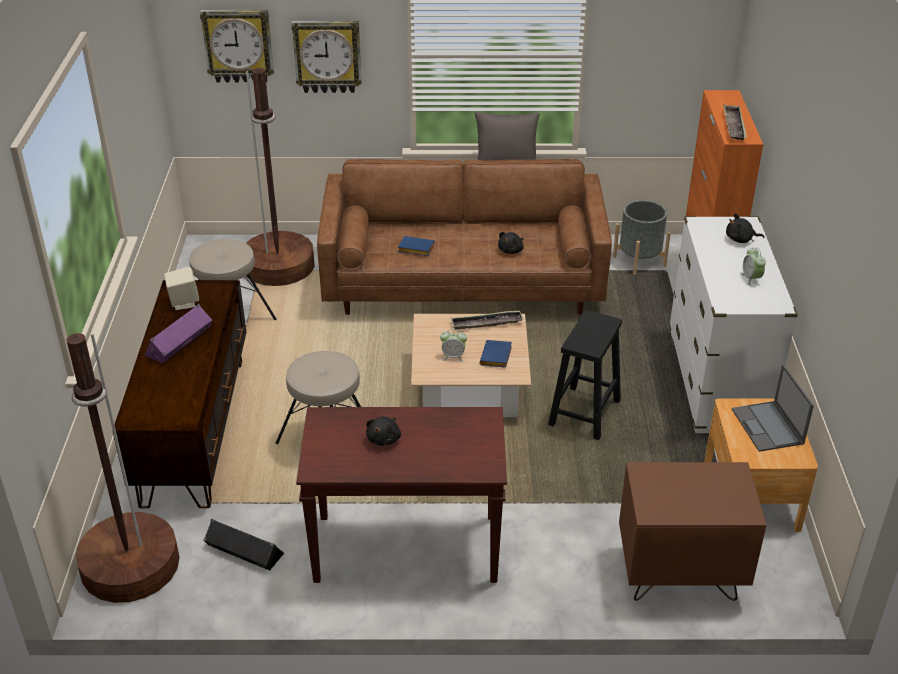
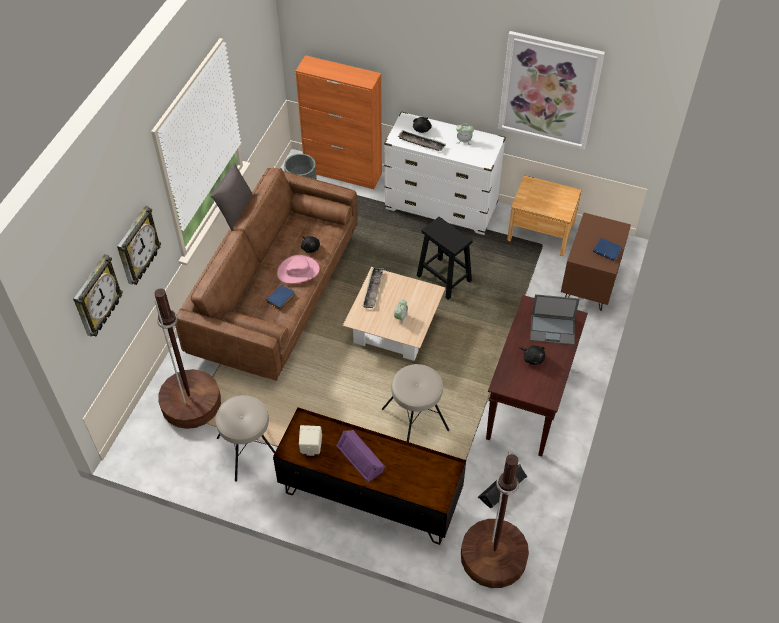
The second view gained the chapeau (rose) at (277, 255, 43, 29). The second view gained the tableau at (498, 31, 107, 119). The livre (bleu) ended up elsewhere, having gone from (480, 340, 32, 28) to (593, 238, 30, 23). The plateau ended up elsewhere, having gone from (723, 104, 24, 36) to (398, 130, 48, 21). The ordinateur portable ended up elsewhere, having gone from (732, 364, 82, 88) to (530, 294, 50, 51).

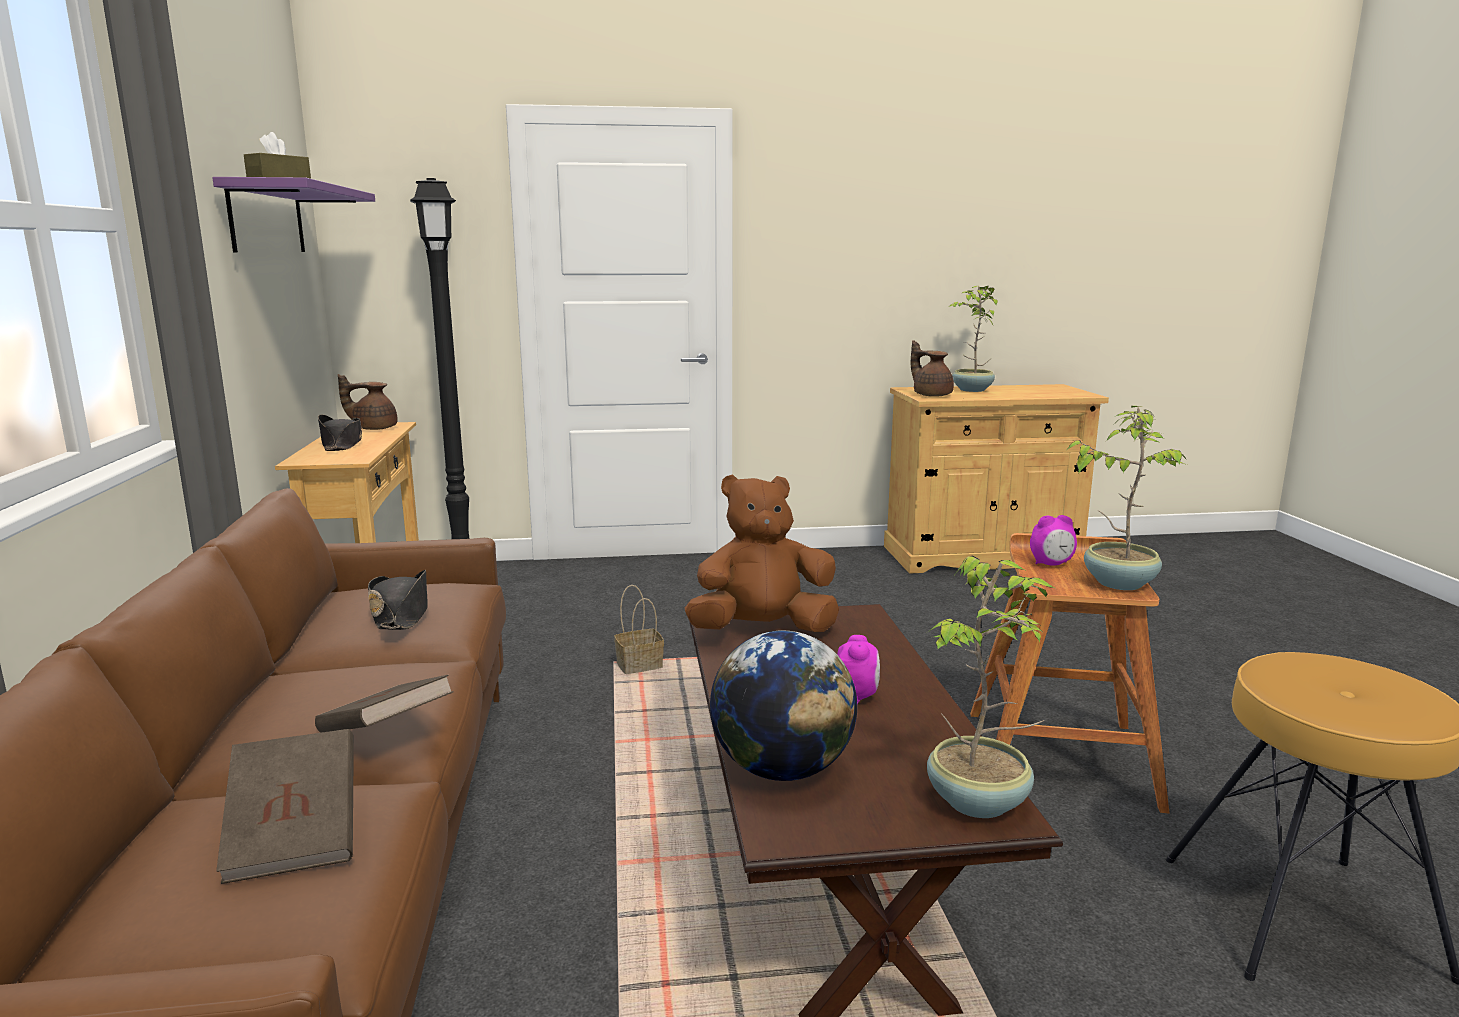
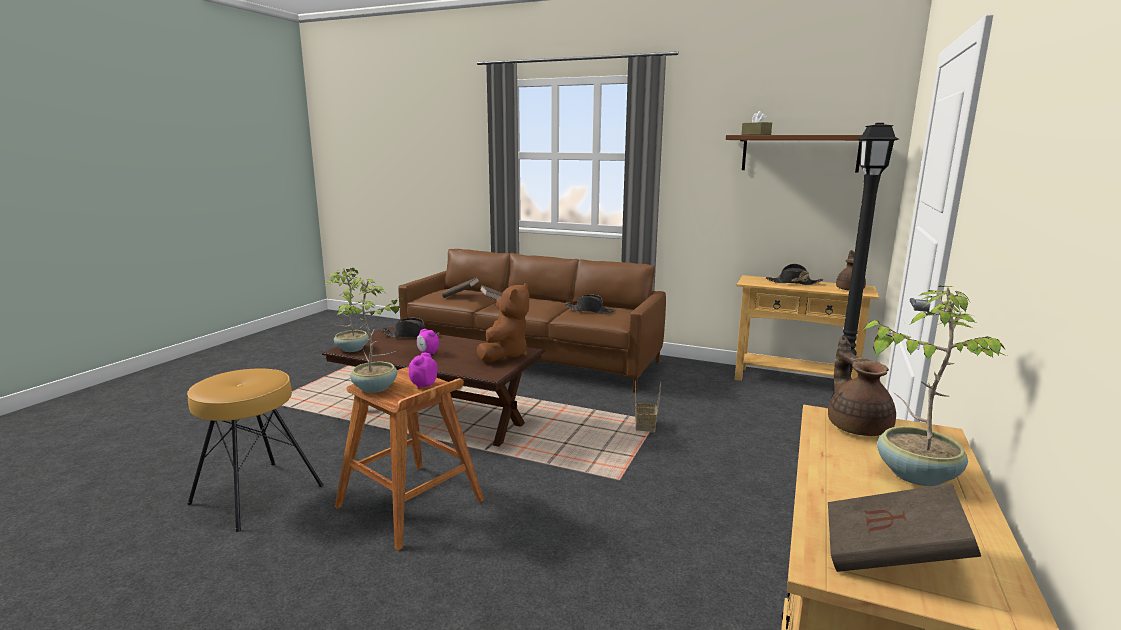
The second view gained the livre (marron) at (828, 483, 153, 89). Where the globe stood at (710, 631, 147, 150), the chapeau (noir) came to stand at (381, 318, 58, 20). What was the étagère (violet) at (212, 177, 163, 75) turned into the étagère (marron) at (726, 135, 136, 37). The théière (marron) at (911, 340, 43, 57) ended up facing another way, 90 degrees counterclockwise from before.

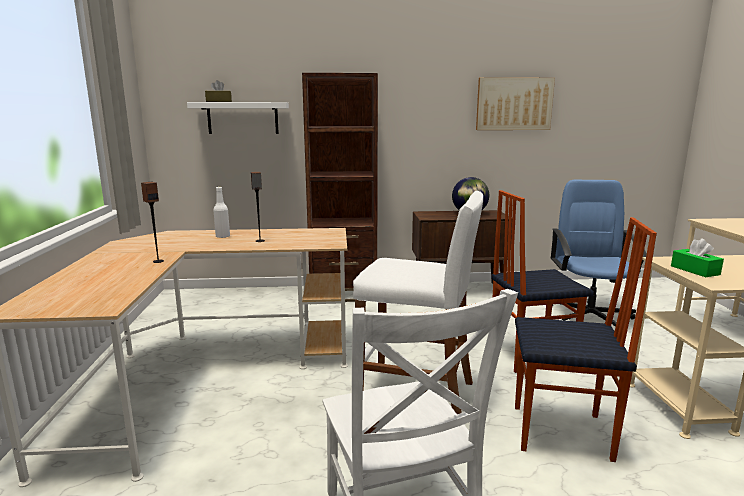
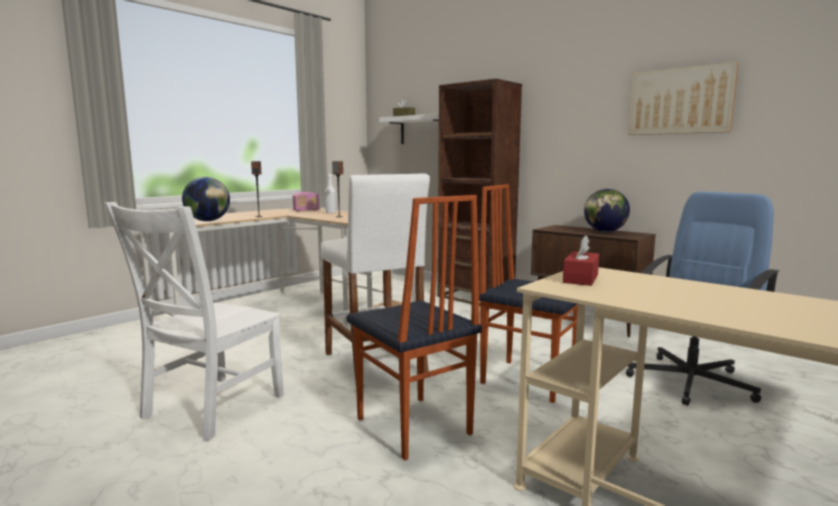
The second view gained the globe at (182, 177, 48, 44). The second view gained the radio at (293, 192, 27, 20). What was the boîte à mouchoirs (vert) at (671, 238, 53, 39) turned into the boîte à mouchoirs (rouge) at (563, 235, 36, 51).

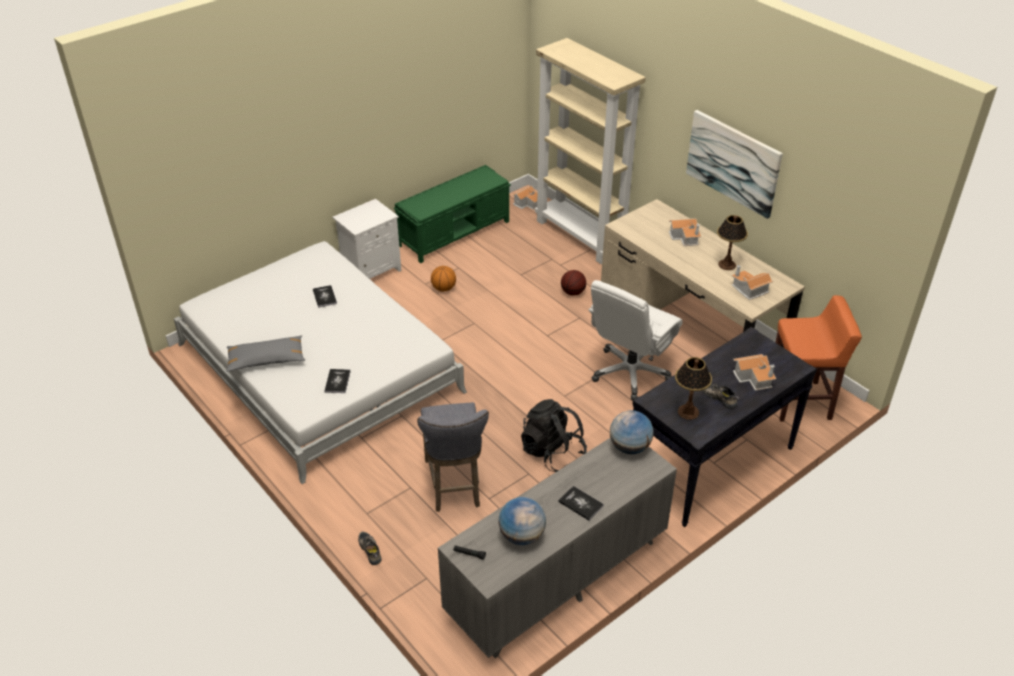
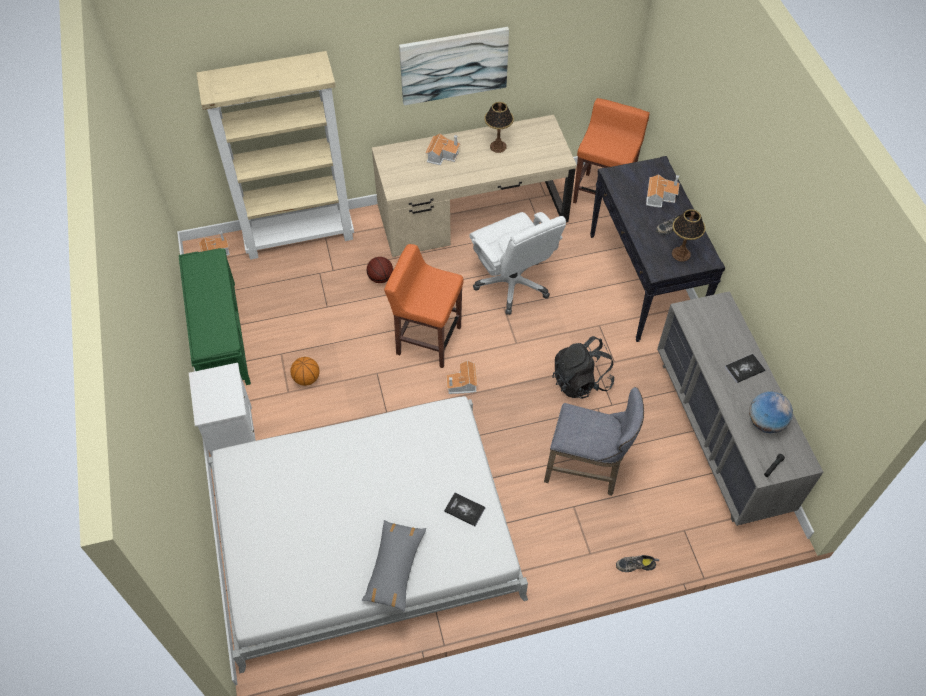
The second view lost the livre at (313, 285, 24, 23). The second view lost the globe at (610, 410, 43, 44). The second view gained the tabouret (orange) at (384, 244, 80, 124). The maison miniature ended up elsewhere, having gone from (731, 265, 42, 35) to (446, 360, 32, 34).

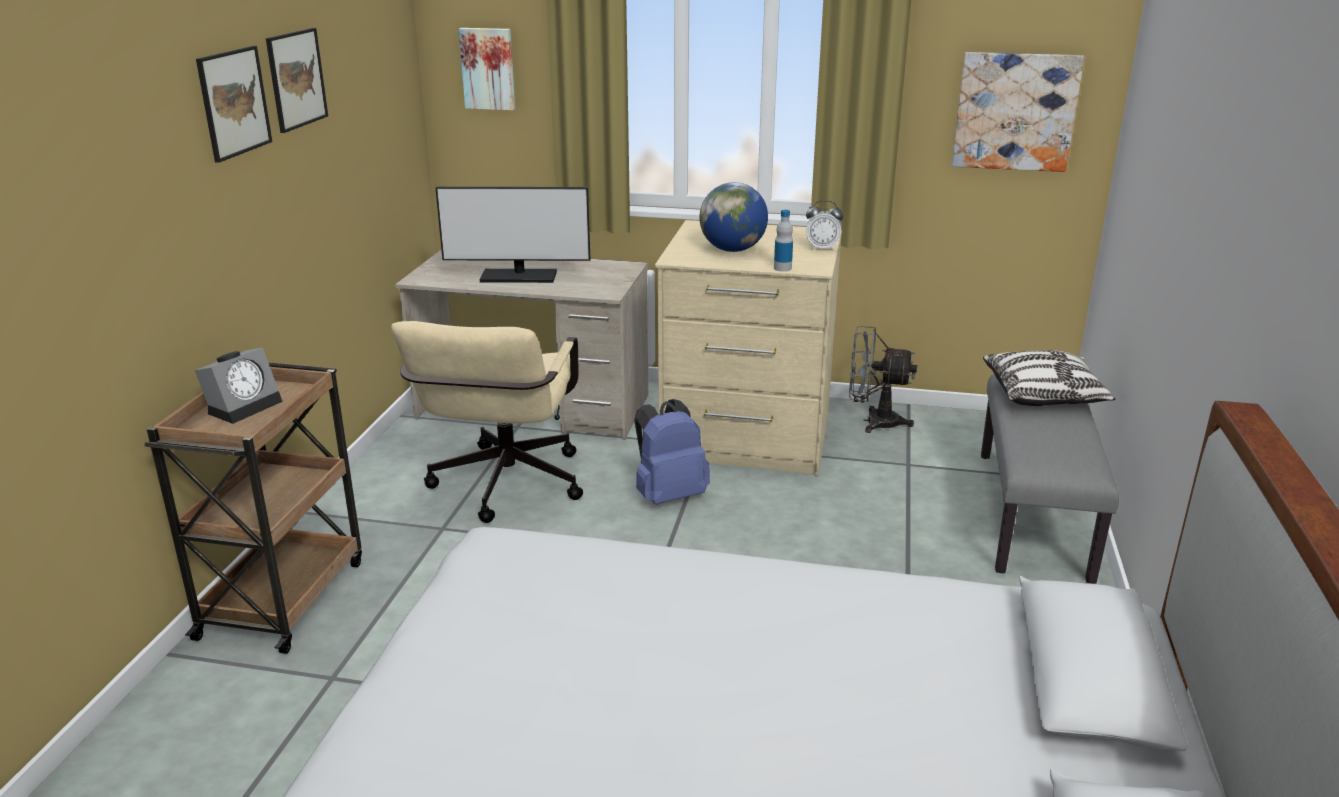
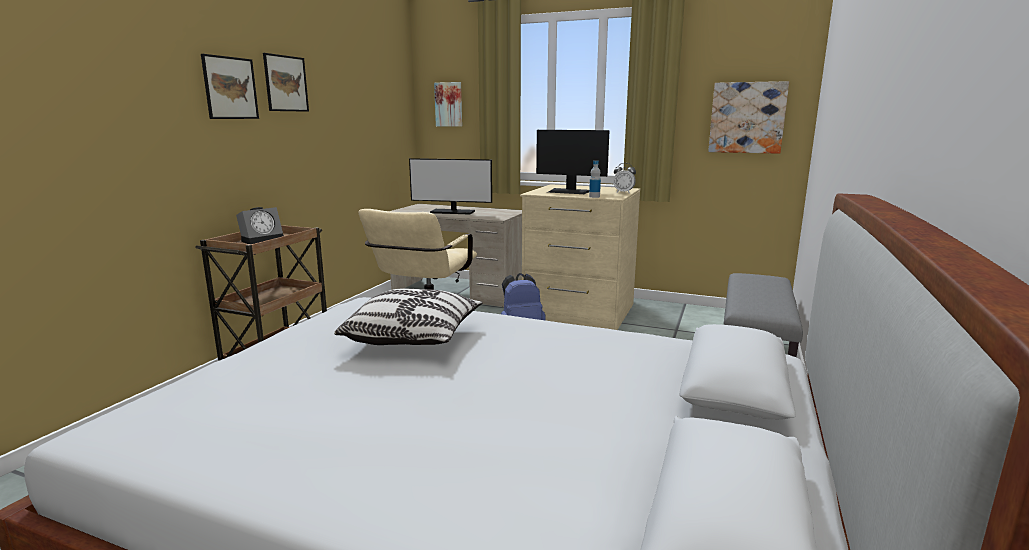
The second view lost the ventilateur (gris) at (849, 326, 68, 107). The tableau ended up elsewhere, having gone from (266, 28, 62, 105) to (201, 54, 58, 65). The coussin ended up elsewhere, having gone from (983, 350, 132, 56) to (334, 289, 148, 56). Where the globe stood at (699, 182, 69, 70), the écran d'ordinateur came to stand at (536, 130, 74, 64).

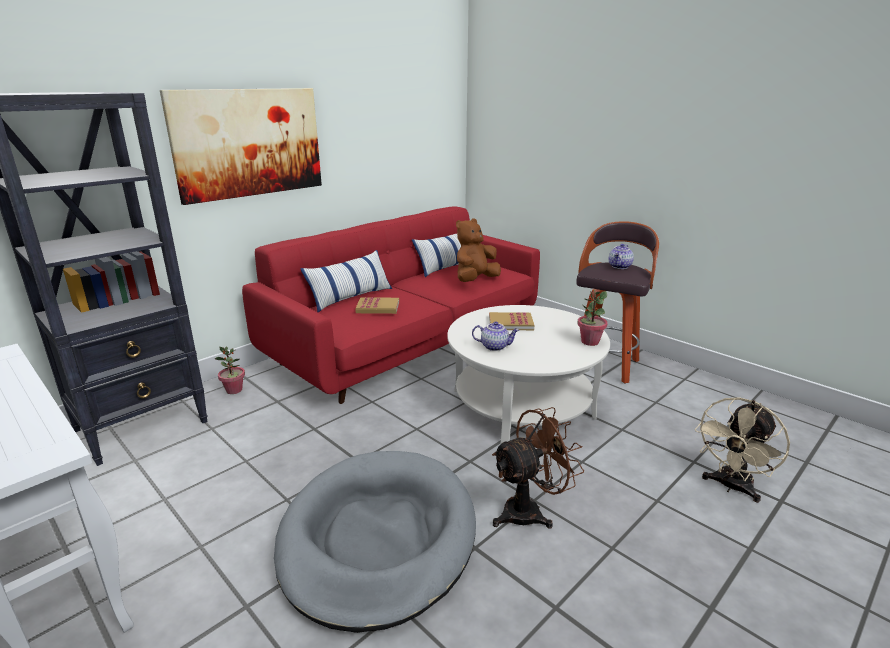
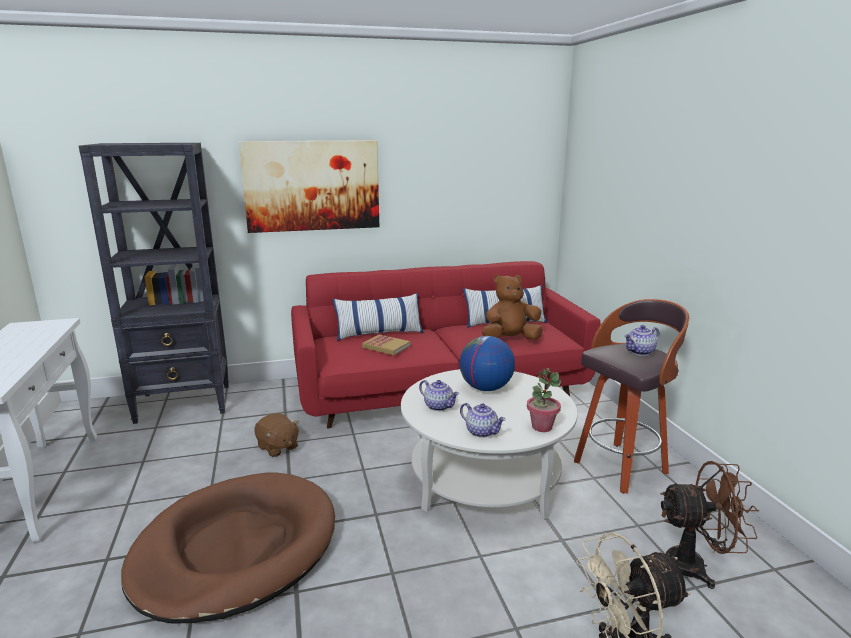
The second view lost the plante en pot at (215, 346, 30, 48). The second view gained the peluche (marron) at (254, 413, 46, 44). The second view gained the théière at (460, 403, 46, 35). The ventilateur (marron) ended up elsewhere, having gone from (492, 407, 92, 122) to (660, 461, 99, 128). Where the livre stood at (489, 312, 45, 18), the globe came to stand at (459, 336, 56, 55). What was the panier pour chien (gris) at (274, 451, 202, 182) turned into the panier pour chien (marron) at (121, 472, 214, 152).

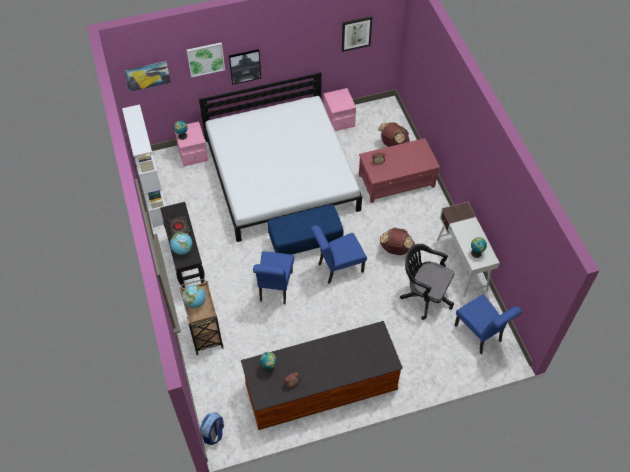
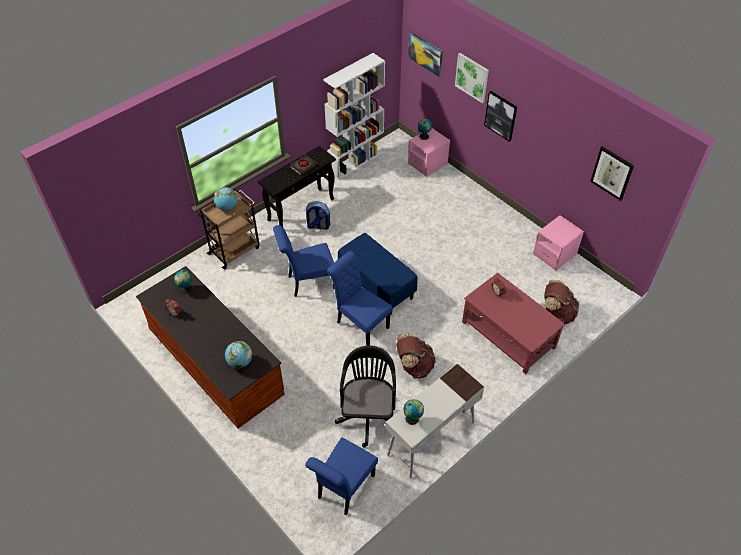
The second view lost the lit (blanc) at (199, 72, 163, 170). The globe ended up elsewhere, having gone from (170, 232, 23, 23) to (225, 341, 27, 28). The sac à dos ended up elsewhere, having gone from (200, 412, 24, 33) to (305, 201, 25, 29).

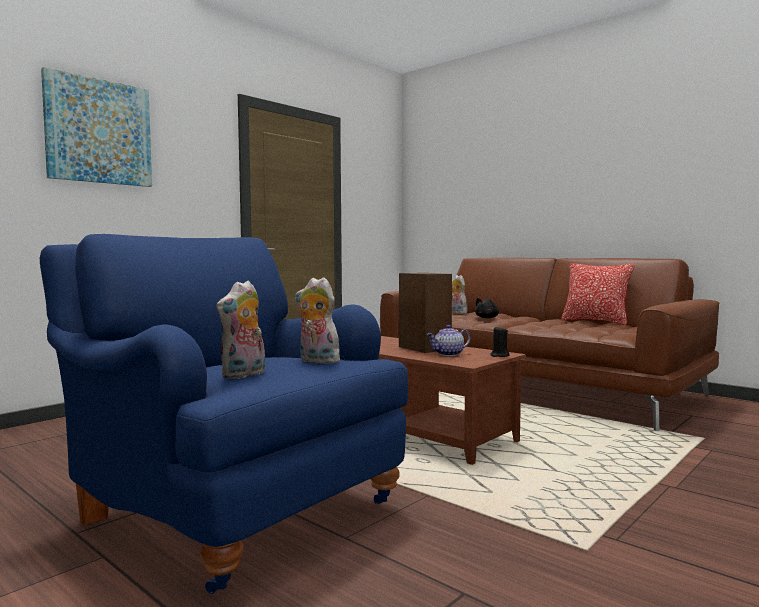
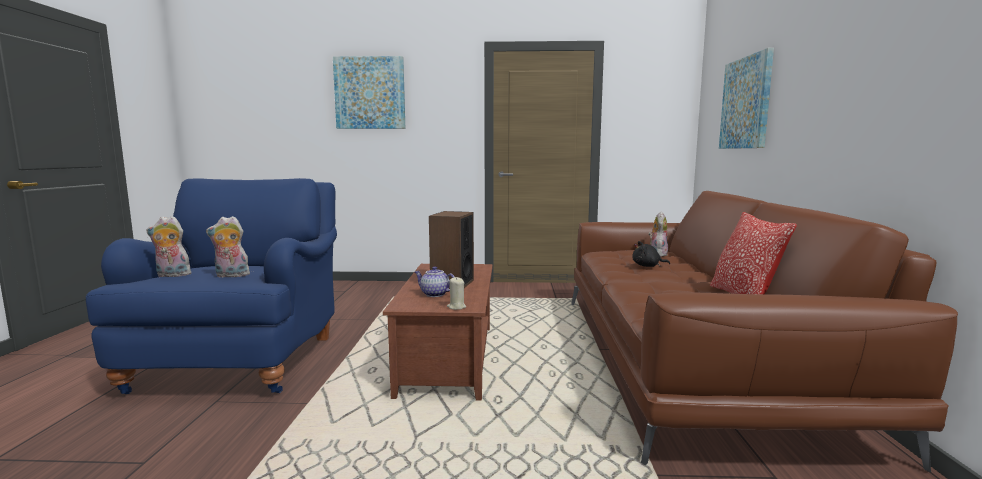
The second view gained the tableau at (719, 48, 55, 101). What was the bougie (noir) at (490, 326, 19, 31) turned into the bougie (beige) at (447, 277, 19, 33). The peluche at (295, 277, 47, 87) ended up facing another way, 90 degrees counterclockwise from before.

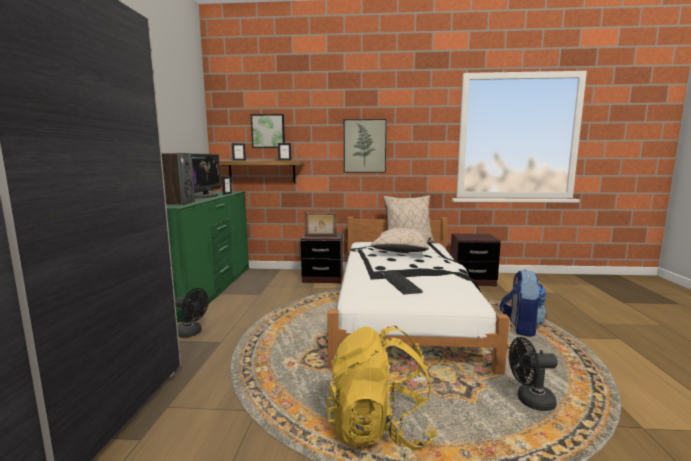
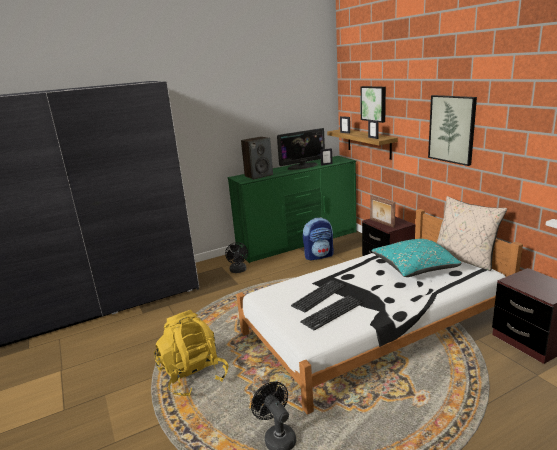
The second view gained the clavier at (300, 295, 62, 36). The sac à dos ended up elsewhere, having gone from (500, 269, 47, 68) to (303, 217, 31, 44). What was the coussin (beige) at (370, 228, 61, 25) turned into the coussin (turquoise) at (372, 239, 89, 38).

